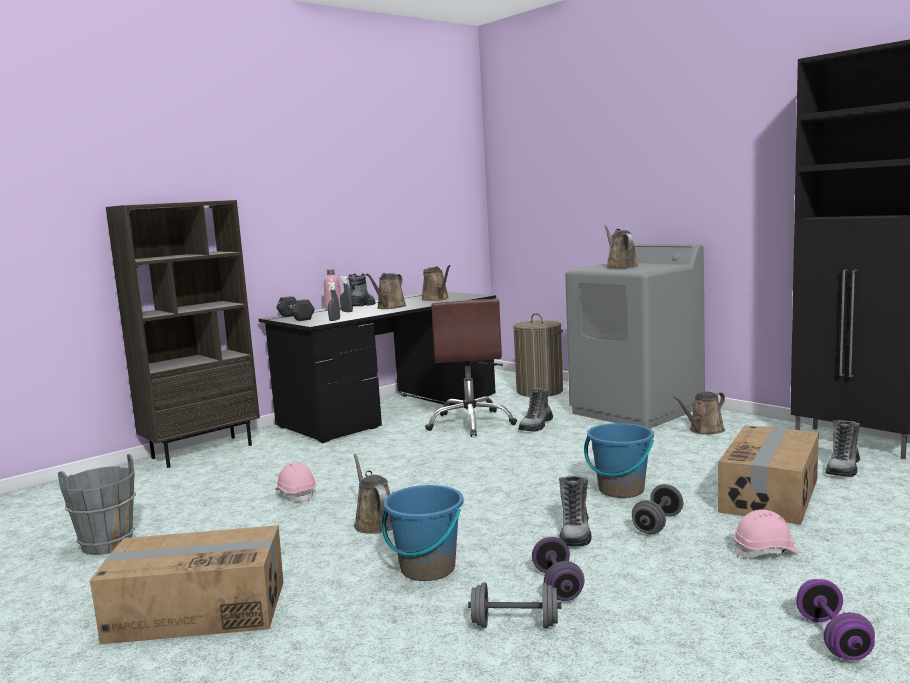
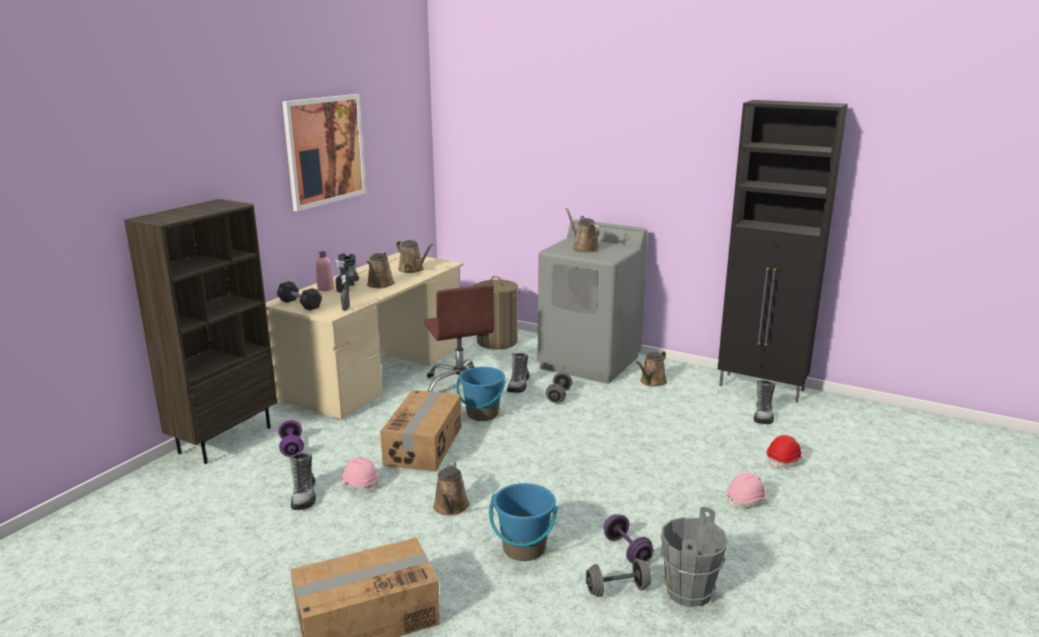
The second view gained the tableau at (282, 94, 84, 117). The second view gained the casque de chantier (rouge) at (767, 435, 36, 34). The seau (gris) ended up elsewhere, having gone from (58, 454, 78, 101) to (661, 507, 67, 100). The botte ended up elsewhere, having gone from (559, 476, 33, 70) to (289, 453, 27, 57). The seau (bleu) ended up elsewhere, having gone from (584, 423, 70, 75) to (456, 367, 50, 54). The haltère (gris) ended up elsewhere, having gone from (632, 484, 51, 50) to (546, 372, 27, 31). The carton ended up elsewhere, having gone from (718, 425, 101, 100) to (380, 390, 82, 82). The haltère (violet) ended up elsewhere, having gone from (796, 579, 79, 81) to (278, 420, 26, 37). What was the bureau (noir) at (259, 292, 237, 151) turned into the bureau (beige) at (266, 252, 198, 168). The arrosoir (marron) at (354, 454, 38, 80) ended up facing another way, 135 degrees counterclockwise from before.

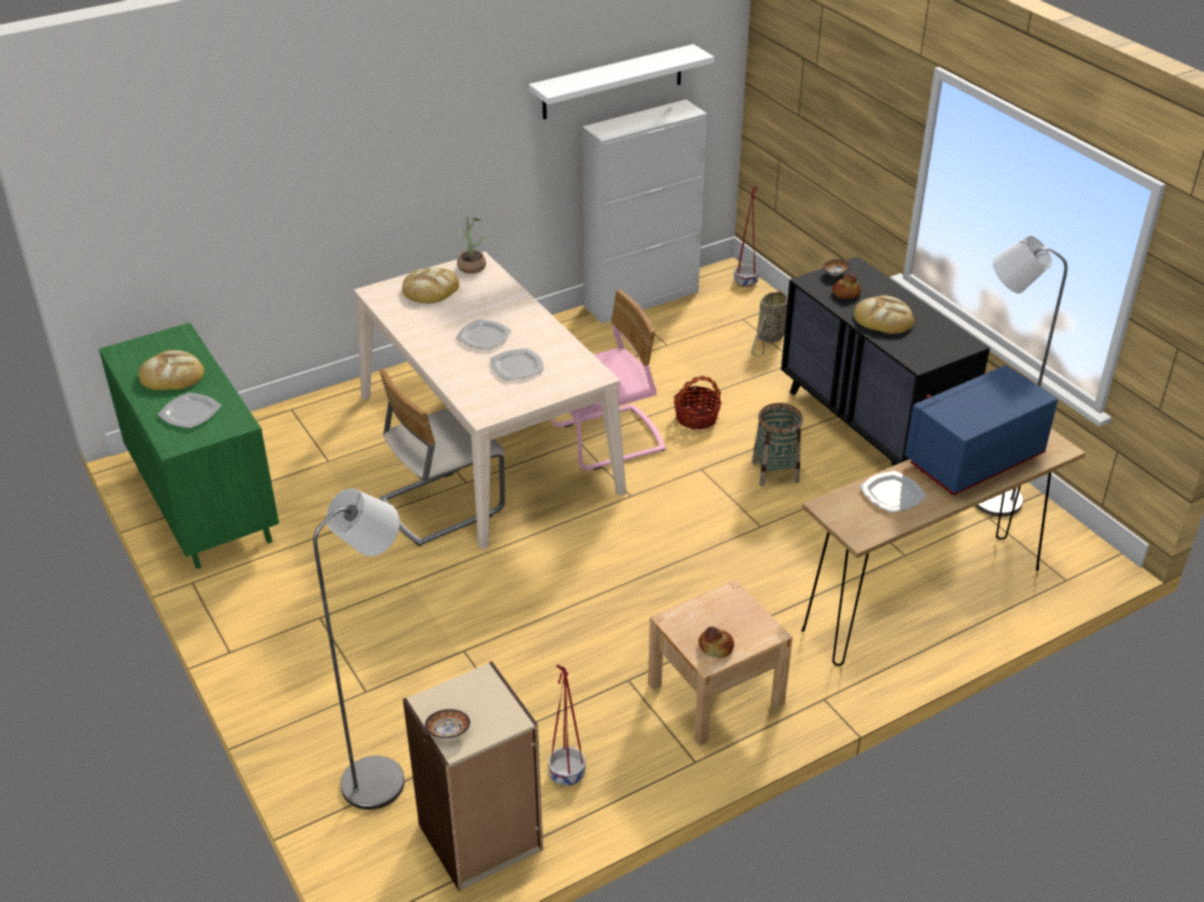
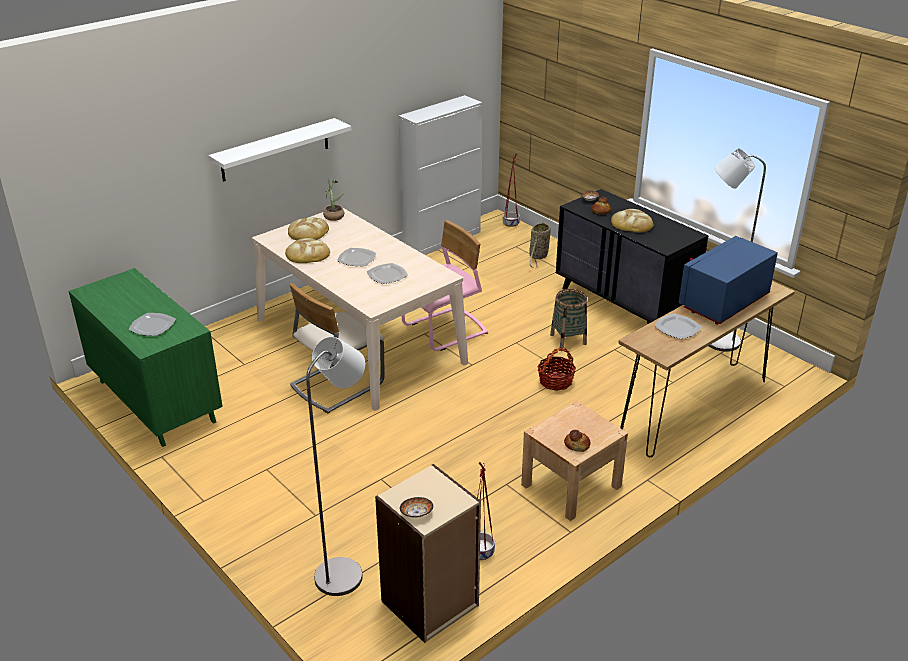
The pain ended up elsewhere, having gone from (139, 350, 65, 40) to (285, 238, 45, 25). The étagère (blanc) ended up elsewhere, having gone from (529, 44, 185, 76) to (208, 118, 143, 64). The panier ended up elsewhere, having gone from (674, 376, 48, 54) to (537, 347, 39, 44).

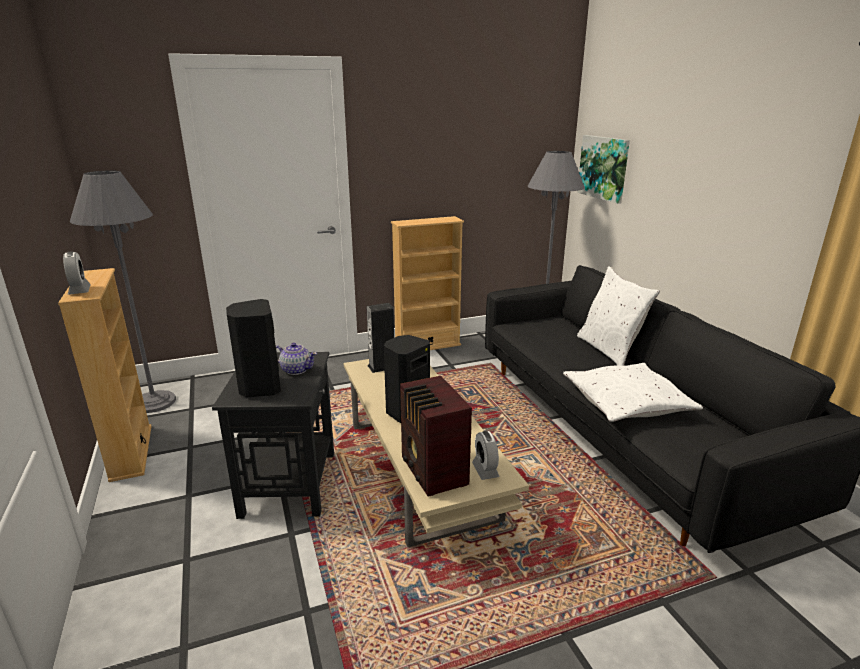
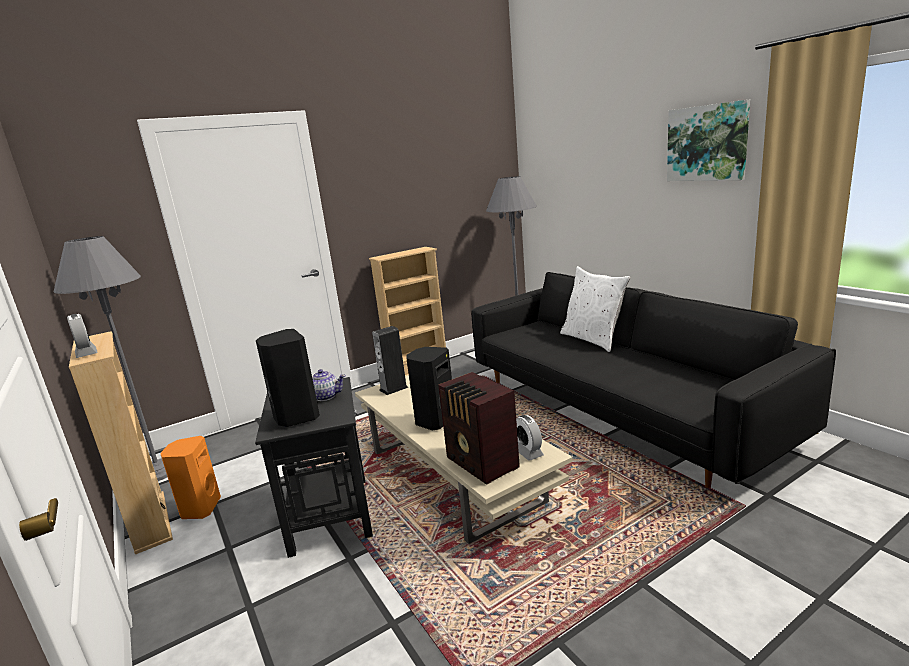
The second view lost the coussin (blanc) at (563, 363, 140, 59). The second view gained the enceinte (orange) at (160, 436, 61, 83). The tableau ended up elsewhere, having gone from (577, 135, 53, 69) to (667, 100, 83, 81).

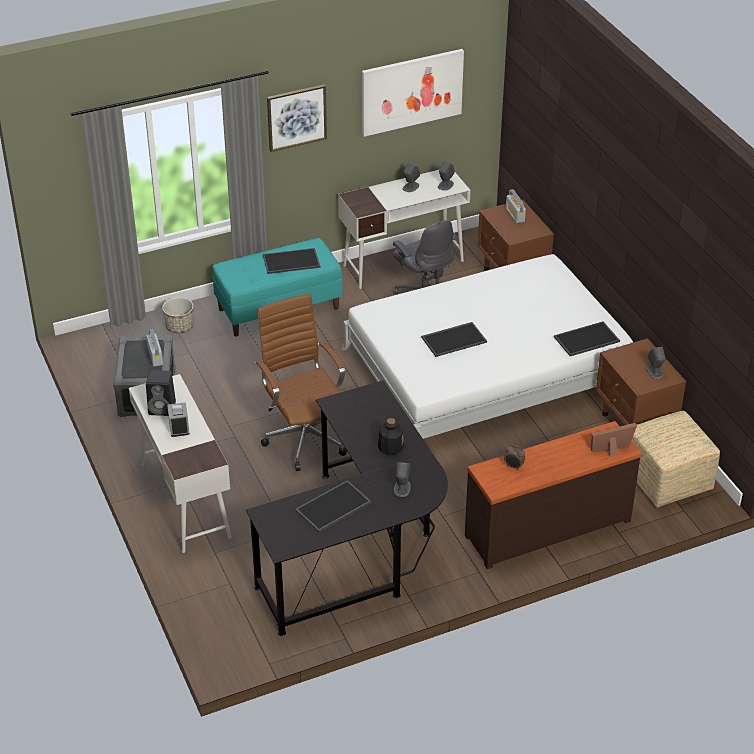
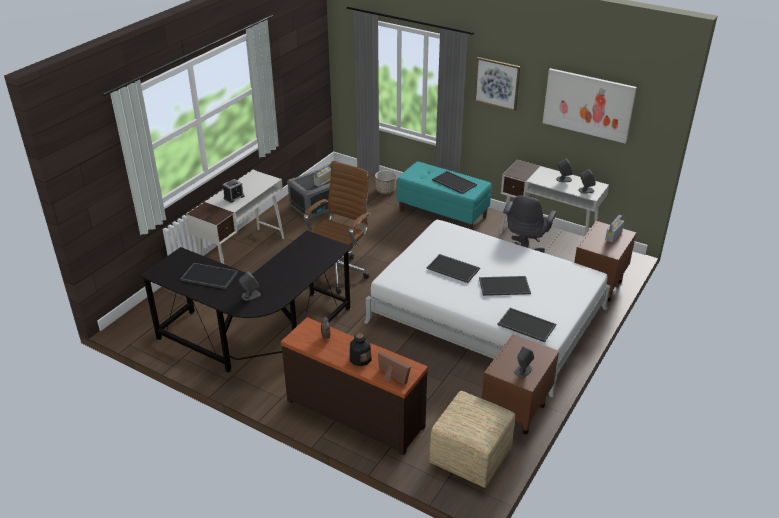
The second view lost the enceinte (noir) at (146, 370, 30, 46). The second view gained the plateau at (479, 276, 52, 20). The bouteille ended up elsewhere, having gone from (378, 418, 26, 37) to (350, 333, 22, 33).

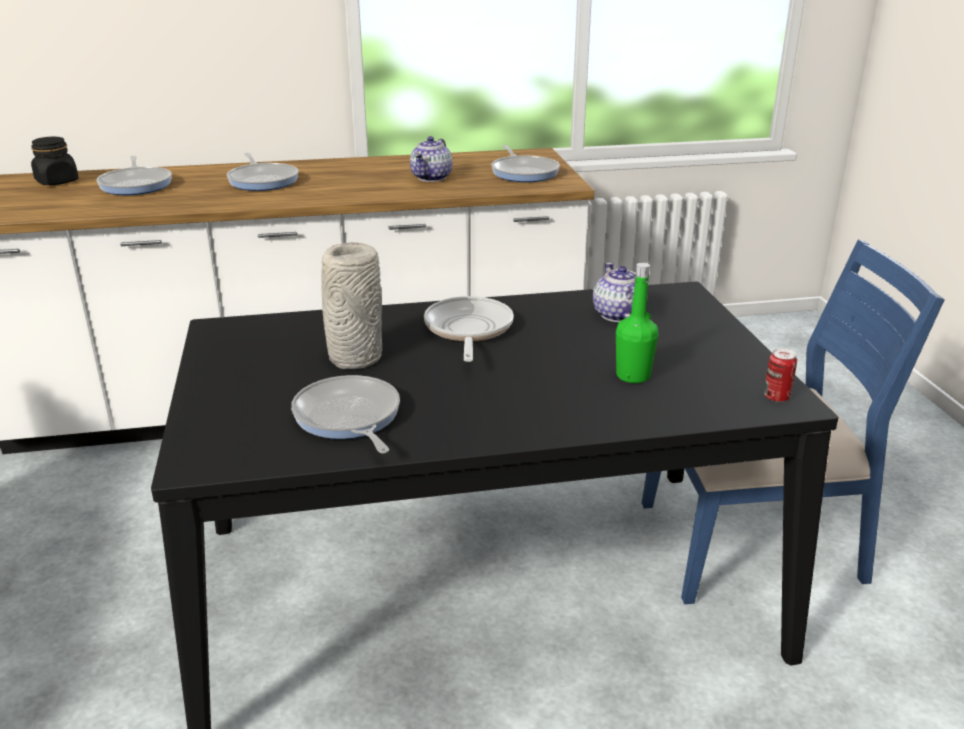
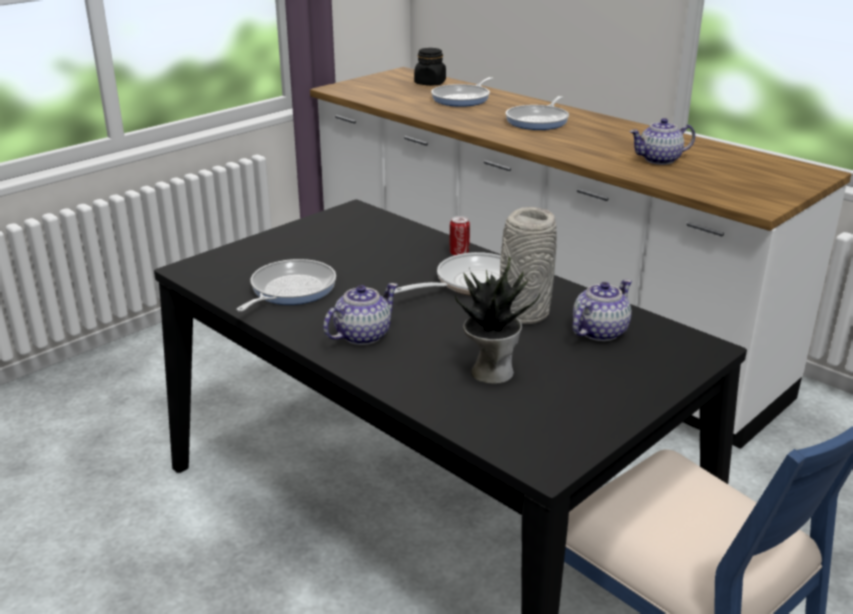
The second view lost the poêle at (491, 145, 69, 37). The second view gained the théière at (323, 283, 75, 62). The vase (gris) ended up elsewhere, having gone from (321, 242, 61, 127) to (500, 207, 57, 117). The boîte métallique ended up elsewhere, having gone from (764, 348, 33, 54) to (450, 216, 20, 40). Where the bouteille (vert) stood at (616, 263, 43, 120), the plante en pot came to stand at (455, 257, 85, 127).

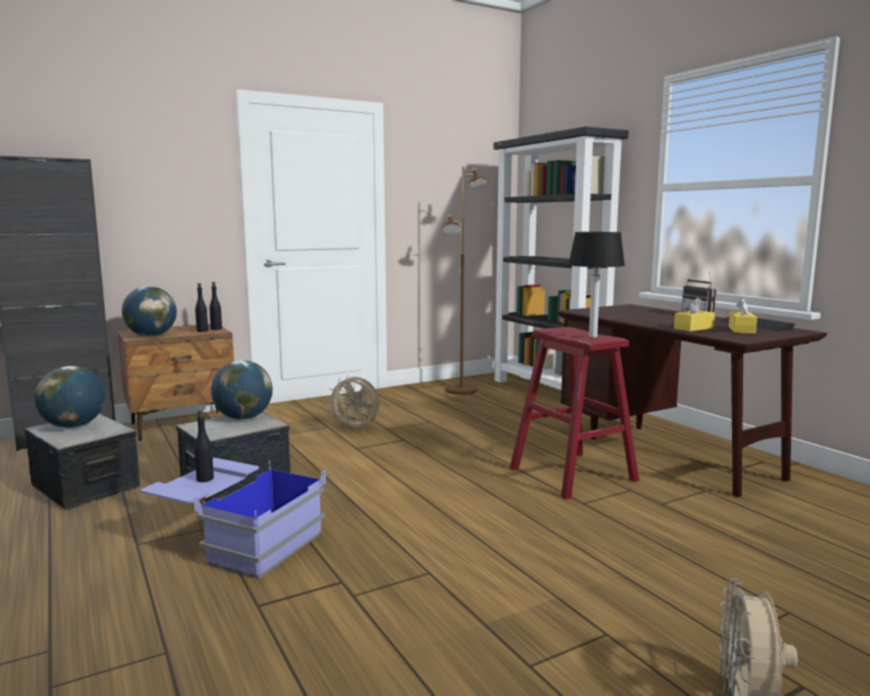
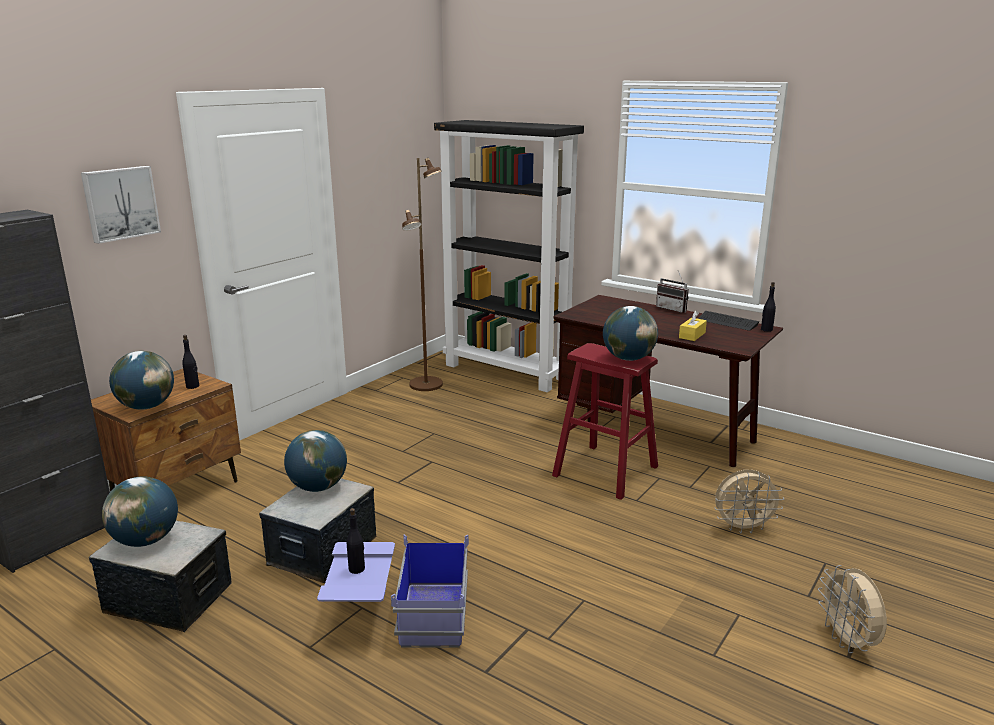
The second view lost the boîte à mouchoirs (jaune) at (729, 298, 28, 36). The second view gained the tableau at (81, 166, 80, 78). The bouteille (noir) ended up elsewhere, having gone from (209, 282, 13, 48) to (761, 282, 15, 50). The ventilateur (beige) ended up elsewhere, having gone from (327, 376, 52, 55) to (714, 470, 70, 63). Where the lampe de table stood at (568, 232, 57, 106), the globe came to stand at (603, 306, 55, 55).

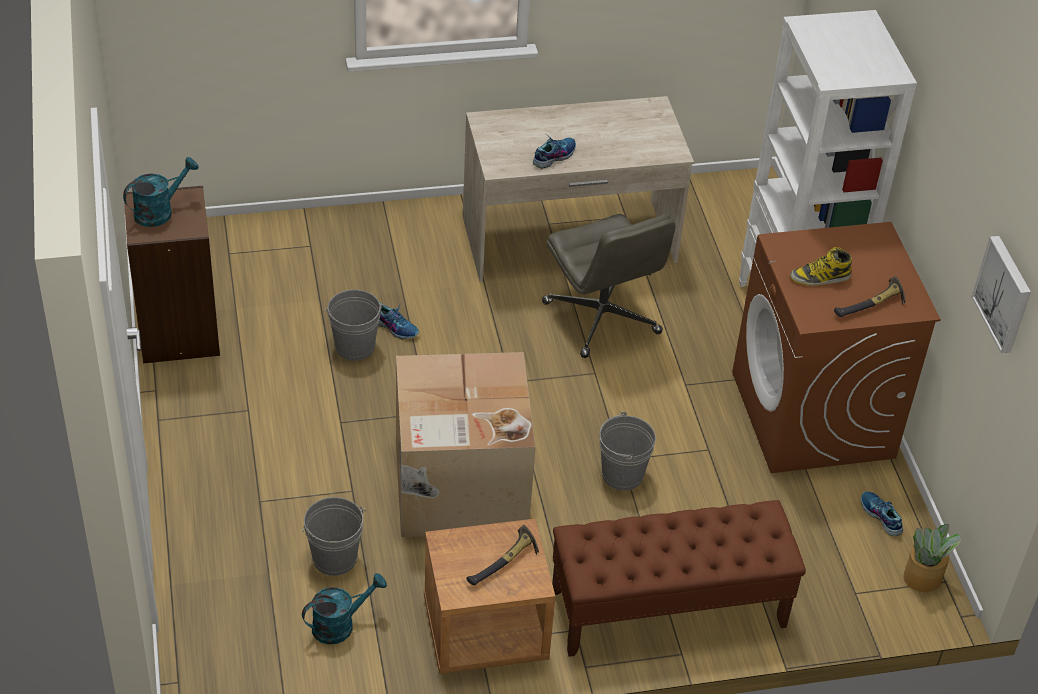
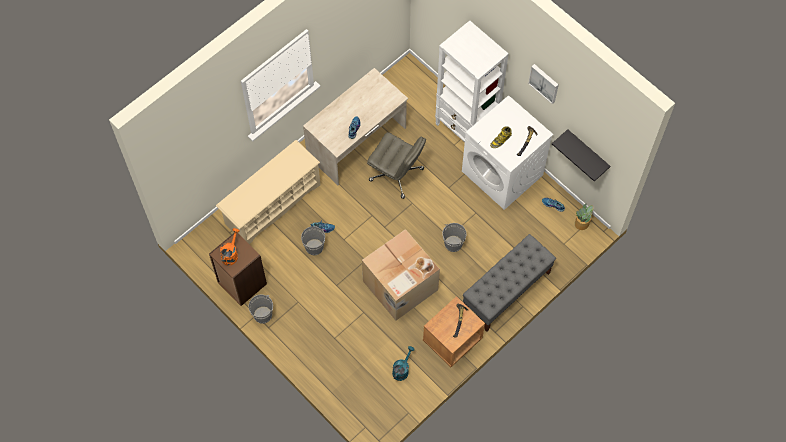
The second view gained the étagère à chaussures (beige) at (216, 140, 104, 104). The second view gained the étagère (noir) at (552, 129, 58, 52). The seau (gris) ended up elsewhere, having gone from (303, 497, 63, 79) to (248, 295, 25, 29). The tableau ended up elsewhere, having gone from (972, 236, 59, 117) to (528, 64, 31, 40). What was the arrosoir (turquoise) at (123, 157, 76, 70) turned into the arrosoir (orange) at (220, 228, 20, 38). What was the banc (marron) at (552, 500, 254, 157) turned into the banc (gris) at (463, 234, 93, 98). What was the lave-linge (marron) at (732, 222, 209, 251) turned into the lave-linge (blanc) at (462, 95, 91, 115).

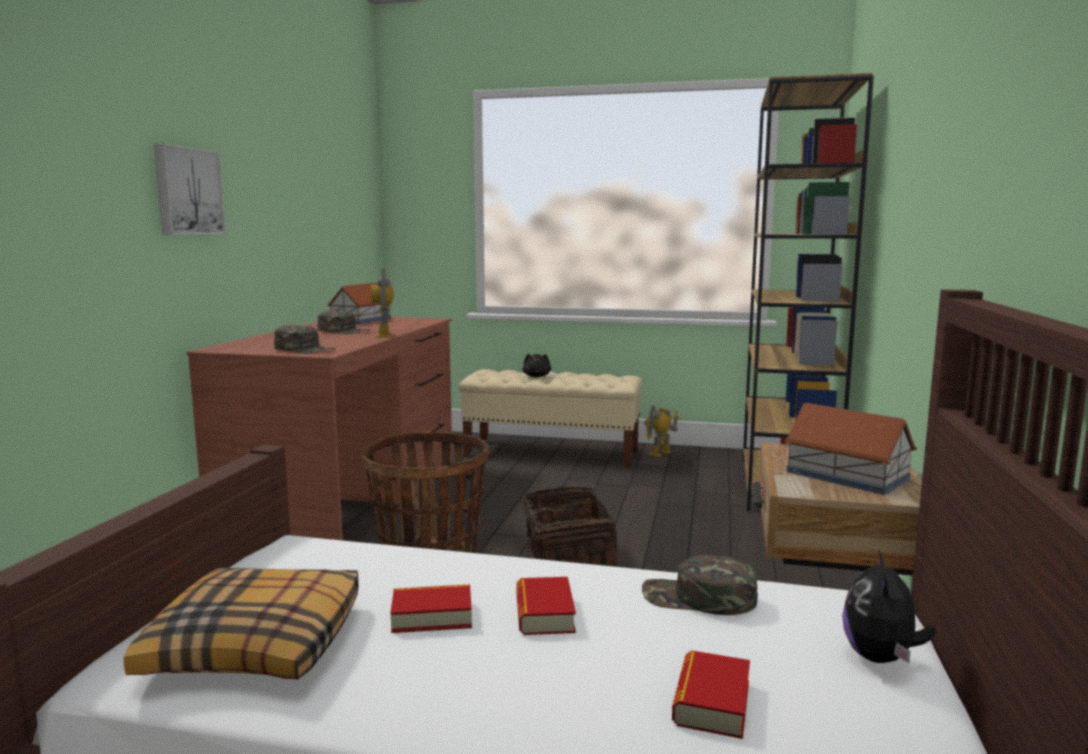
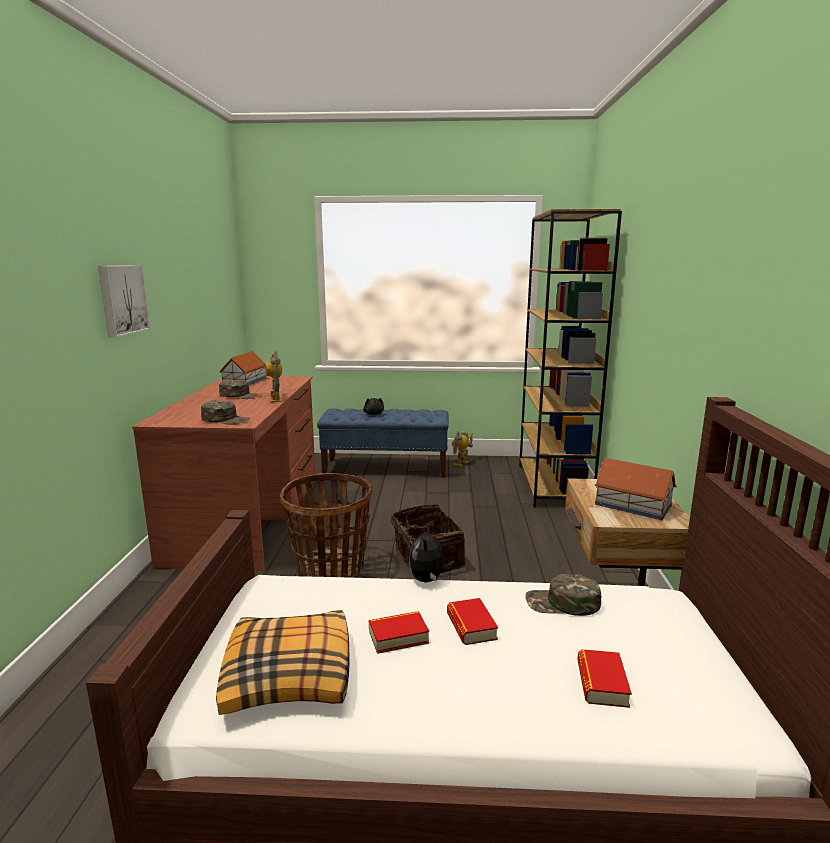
The peluche ended up elsewhere, having gone from (842, 549, 94, 114) to (409, 524, 47, 58). What was the banc (beige) at (459, 369, 184, 100) turned into the banc (bleu) at (317, 408, 132, 70).

